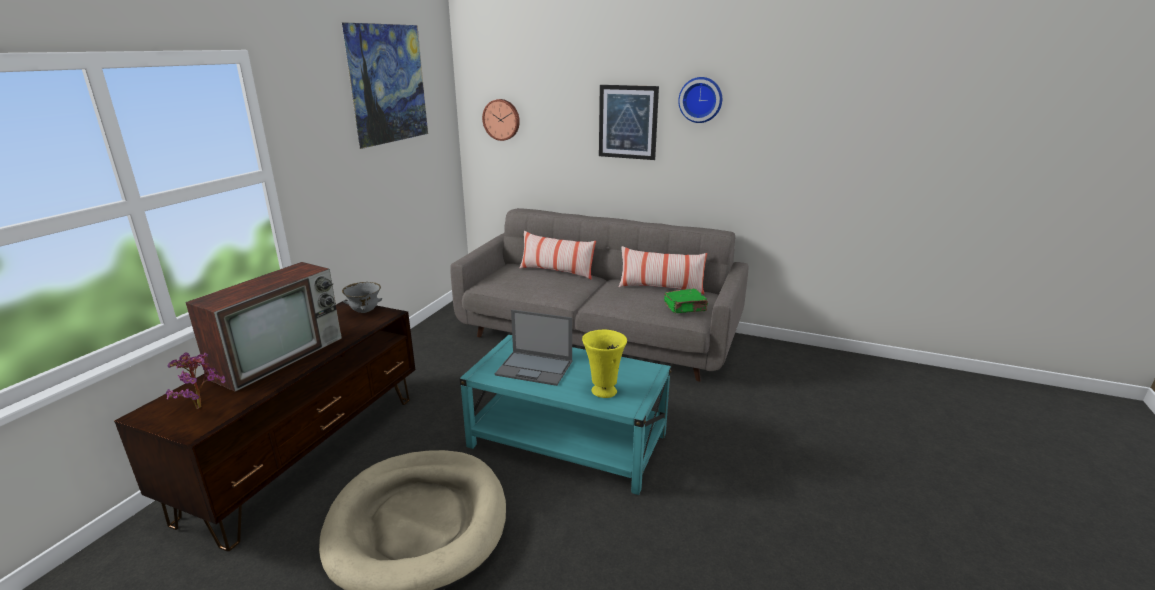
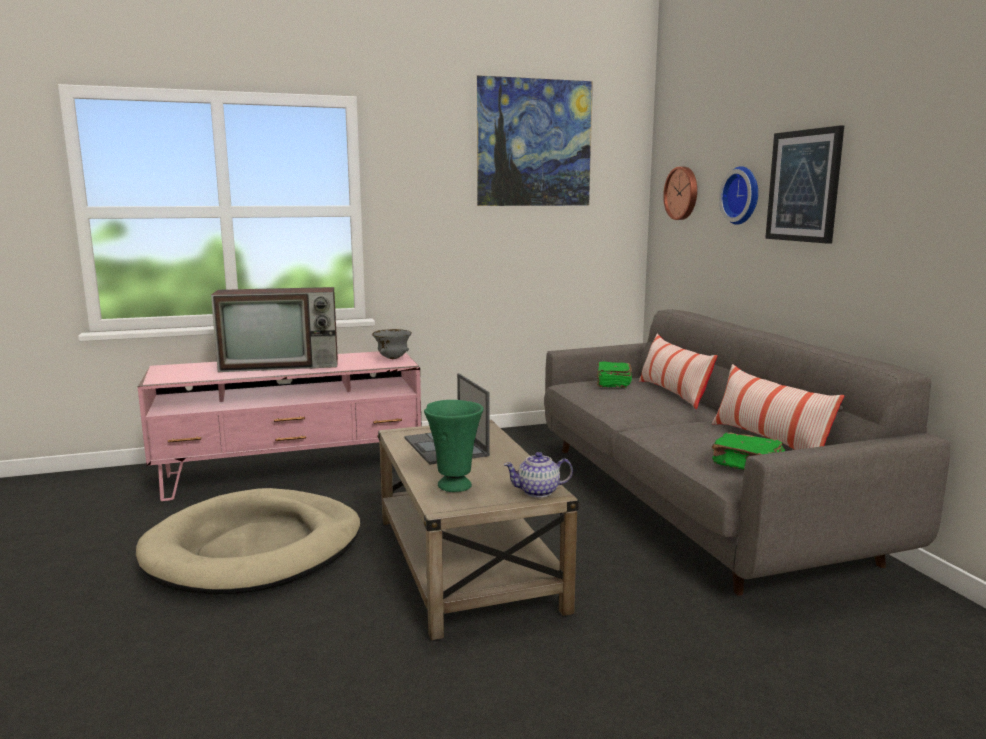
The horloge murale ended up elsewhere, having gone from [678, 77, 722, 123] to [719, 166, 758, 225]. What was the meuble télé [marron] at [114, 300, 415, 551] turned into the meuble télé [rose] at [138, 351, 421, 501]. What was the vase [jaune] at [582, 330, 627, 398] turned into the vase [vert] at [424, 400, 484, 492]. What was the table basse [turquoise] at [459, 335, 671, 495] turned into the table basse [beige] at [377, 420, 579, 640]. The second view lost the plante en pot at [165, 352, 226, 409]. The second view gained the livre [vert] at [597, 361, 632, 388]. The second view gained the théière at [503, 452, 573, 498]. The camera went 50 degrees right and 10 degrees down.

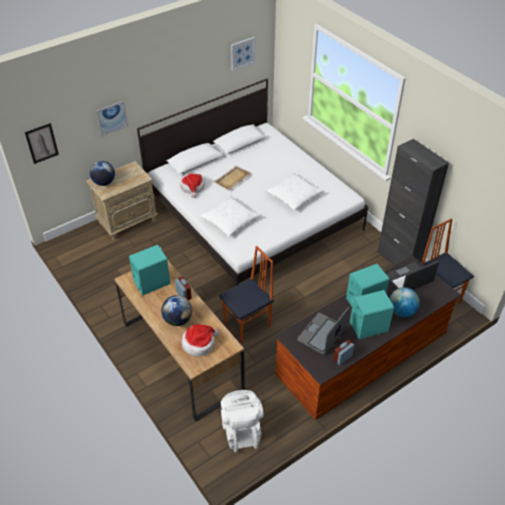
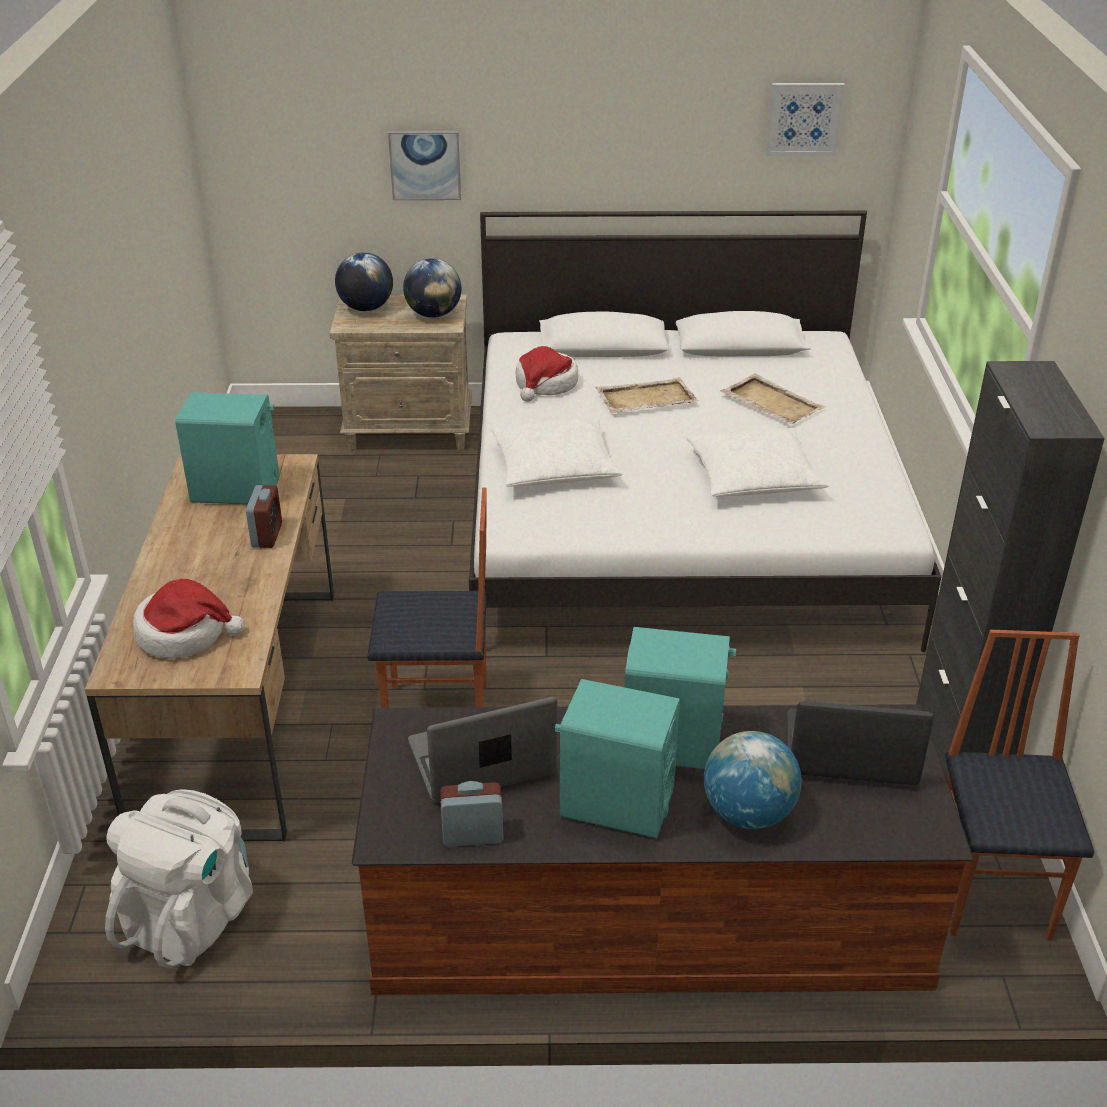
The second view lost the tableau at [25, 123, 59, 164]. The globe ended up elsewhere, having gone from [161, 295, 192, 326] to [403, 258, 461, 318]. The second view gained the plateau [beige] at [720, 374, 826, 424]. The camera went 35 degrees right and 10 degrees down.

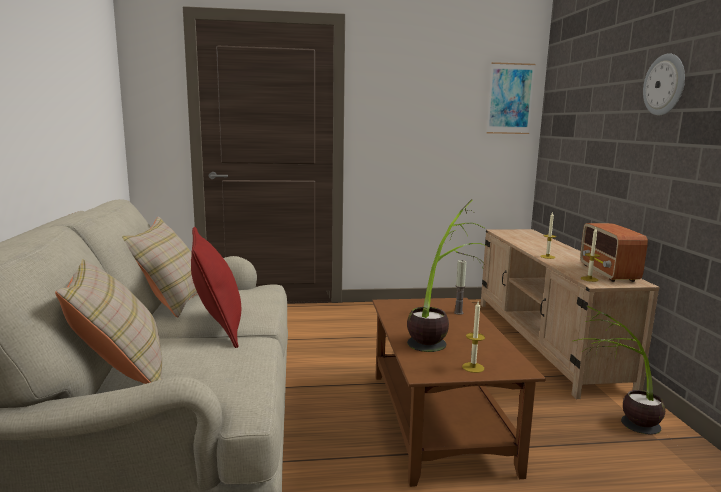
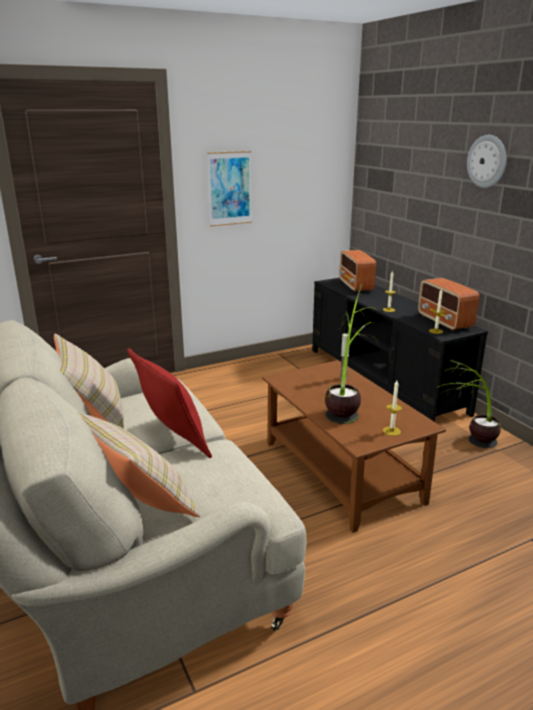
The tableau ended up elsewhere, having gone from [486, 62, 535, 134] to [207, 151, 252, 226]. What was the meuble télé [beige] at [481, 229, 660, 399] turned into the meuble télé [noir] at [312, 278, 488, 422]. The second view gained the radio at [339, 250, 376, 293]. The camera went 20 degrees left and 10 degrees up.

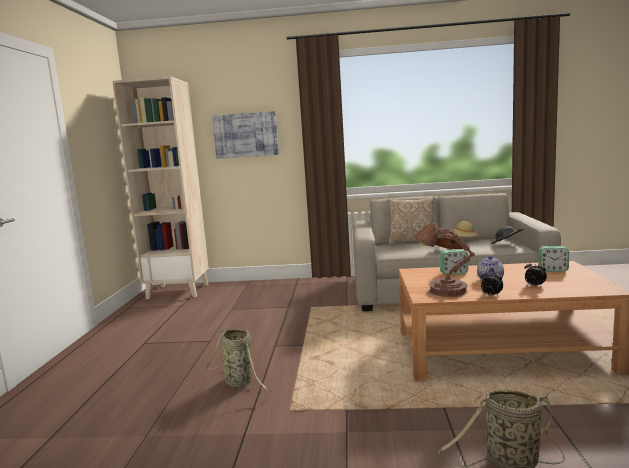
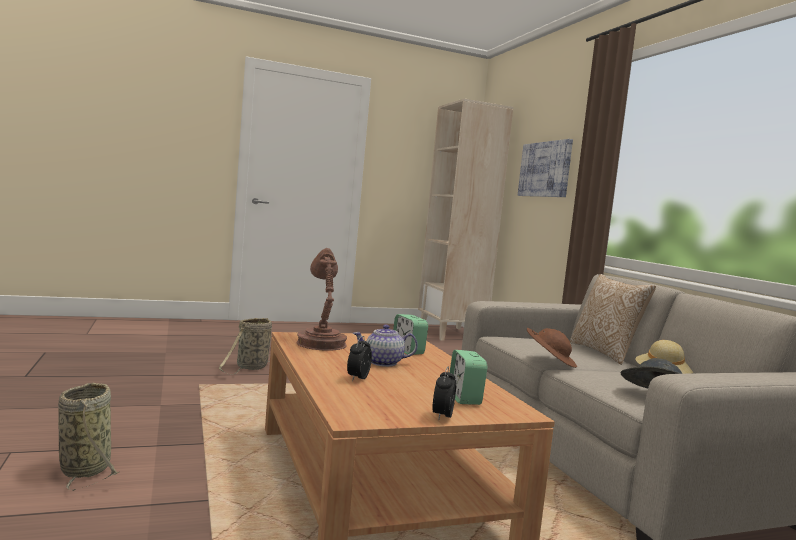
The réveil ended up elsewhere, having gone from [481, 269, 503, 297] to [432, 367, 456, 421]. The camera went 65 degrees right and 5 degrees down.

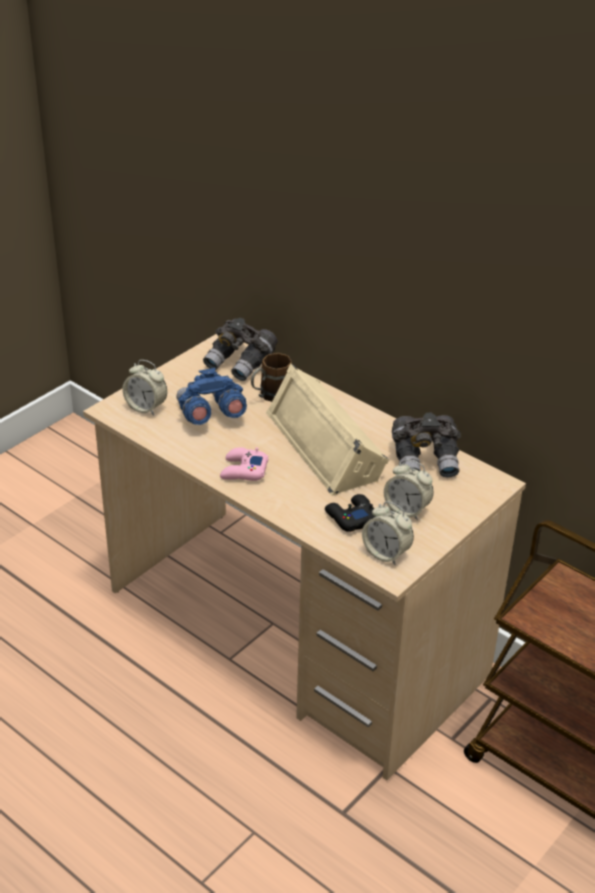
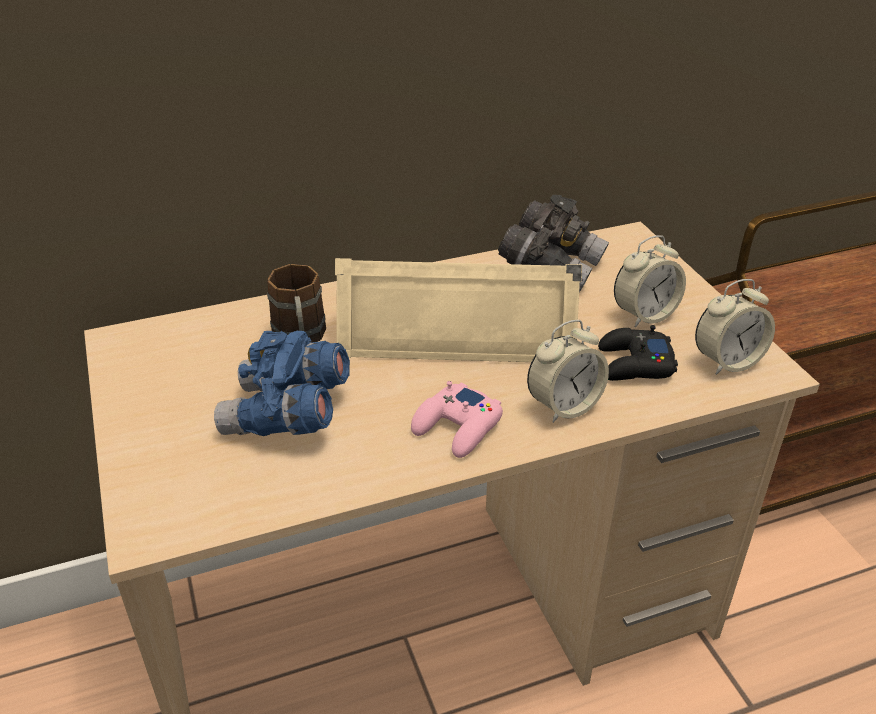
The second view lost the jumelles [gris] at [203, 318, 278, 381]. The réveil ended up elsewhere, having gone from [122, 360, 167, 416] to [527, 320, 609, 423]. The camera went 60 degrees left and 0 degrees up.

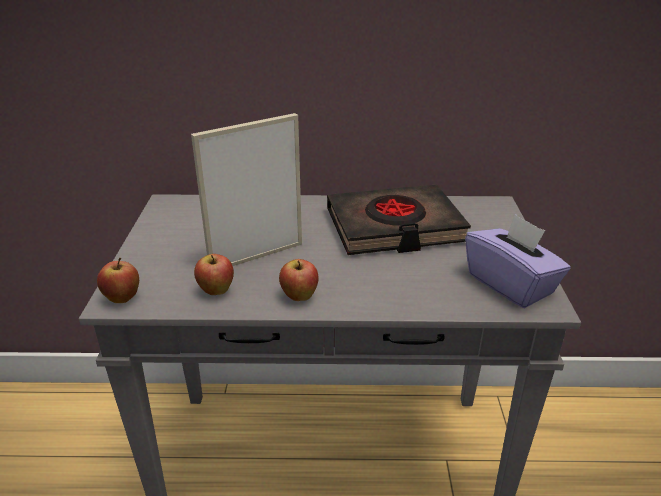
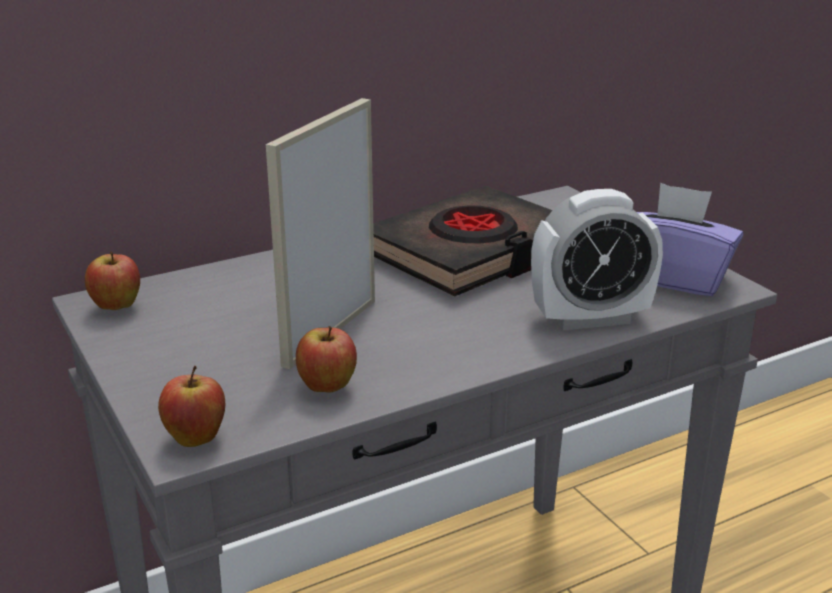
The pomme ended up elsewhere, having gone from [279, 259, 318, 301] to [85, 251, 140, 310]. The second view gained the réveil at [531, 189, 663, 330]. The camera went 30 degrees left and 5 degrees down.

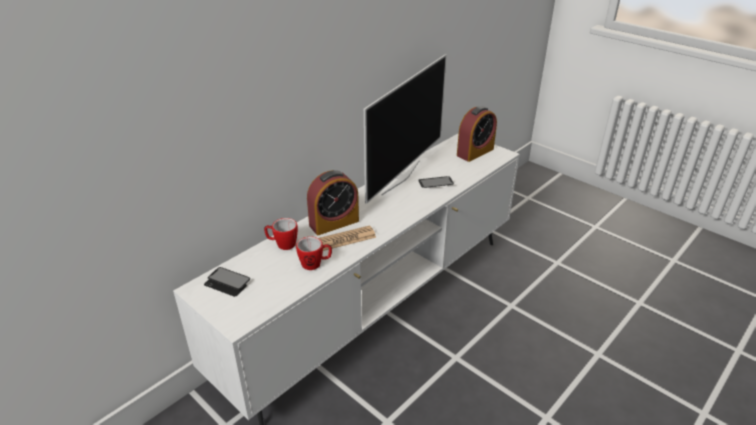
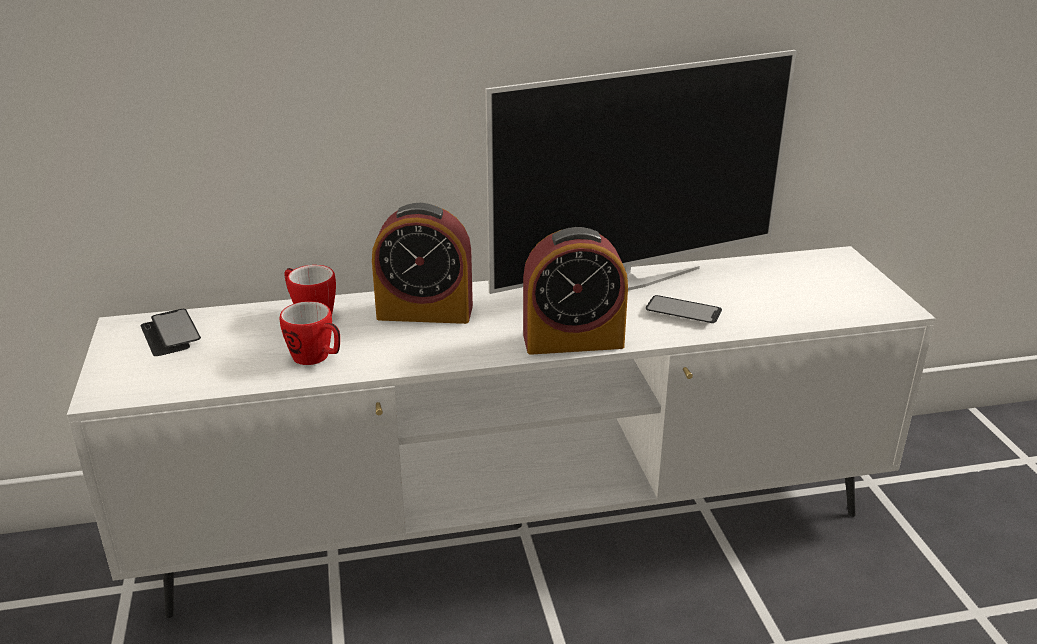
The réveil ended up elsewhere, having gone from [457, 106, 497, 162] to [523, 227, 628, 355]. The second view lost the journal at [319, 225, 376, 251]. The camera went 35 degrees right and 5 degrees down.

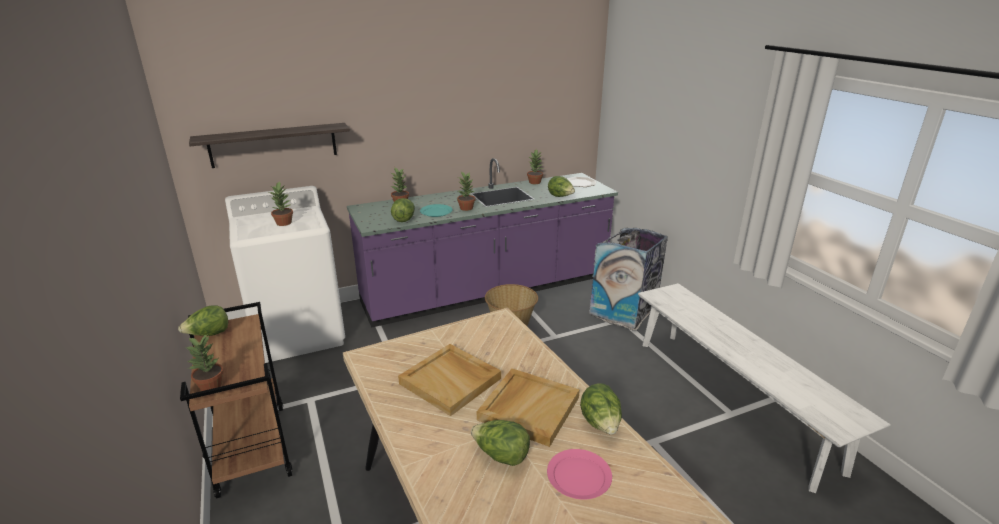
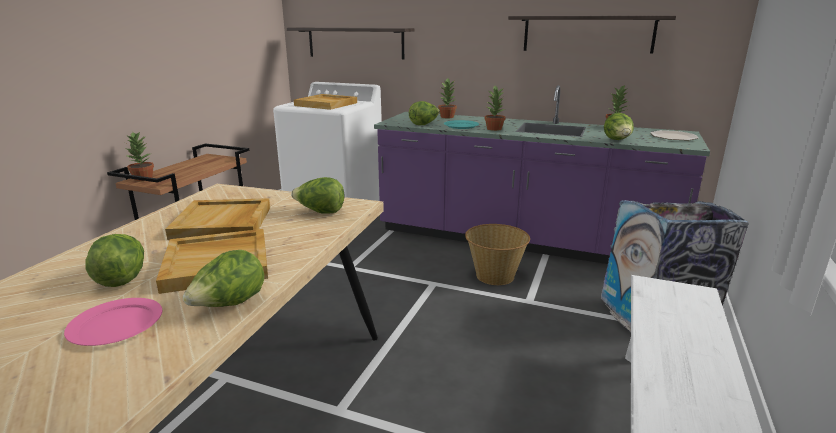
Where the plante en pot stood at [269, 181, 293, 226], the plateau [beige] came to stand at [294, 94, 357, 110]. The laitue ended up elsewhere, having gone from [178, 305, 228, 336] to [291, 177, 344, 214]. The second view gained the étagère at [508, 16, 676, 54]. The camera went 45 degrees right and 5 degrees down.

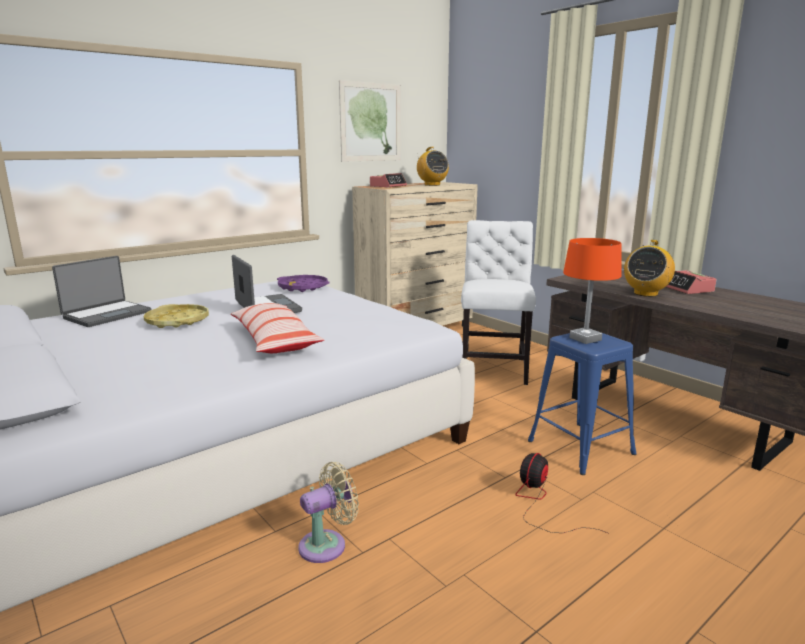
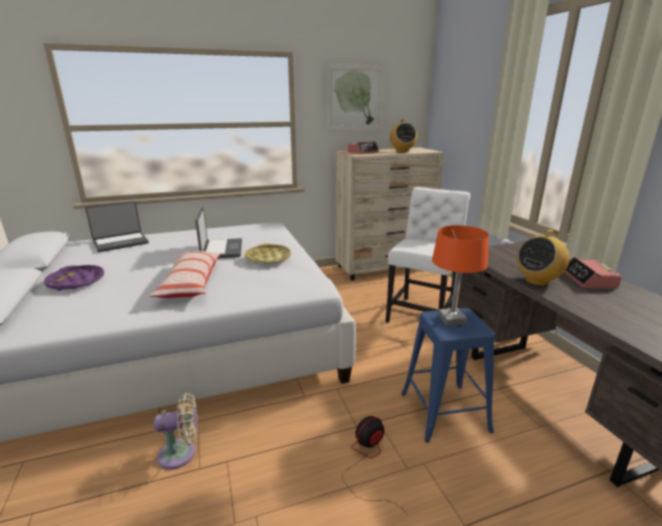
The plateau [violet] ended up elsewhere, having gone from [277, 275, 329, 292] to [44, 265, 104, 291]. The plateau [jaune] ended up elsewhere, having gone from [144, 304, 209, 328] to [245, 243, 291, 265]. The camera went 20 degrees right and 5 degrees up.

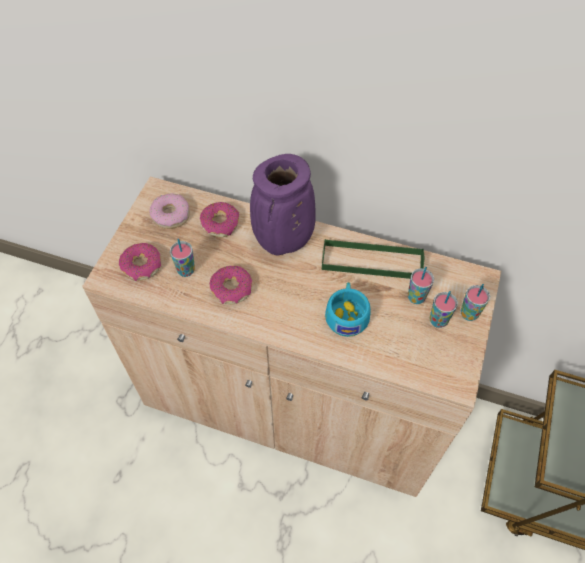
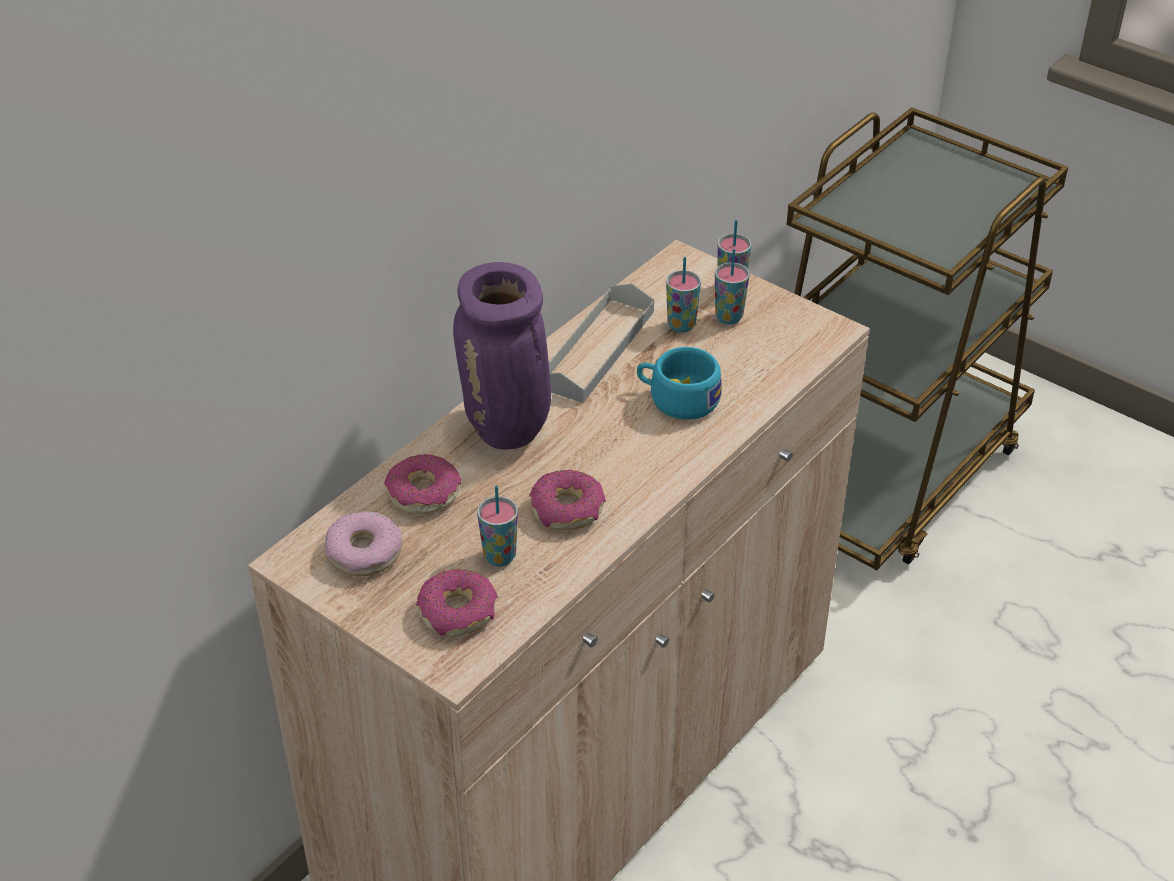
What was the plateau [vert] at [322, 239, 425, 279] turned into the plateau [gris] at [549, 283, 654, 403]. The camera went 70 degrees left and 15 degrees down.

